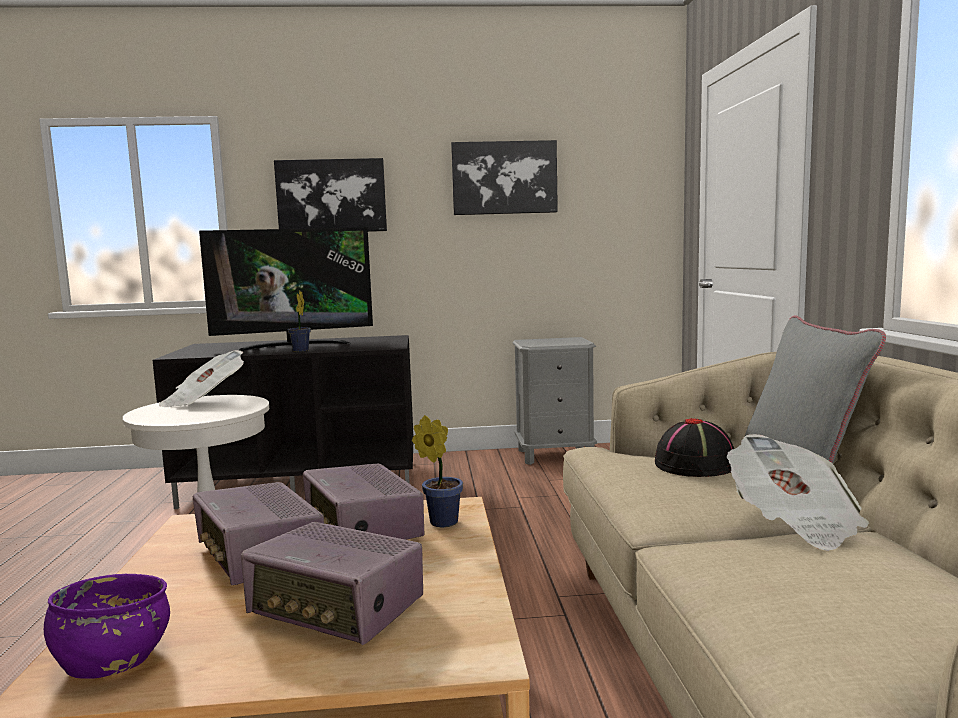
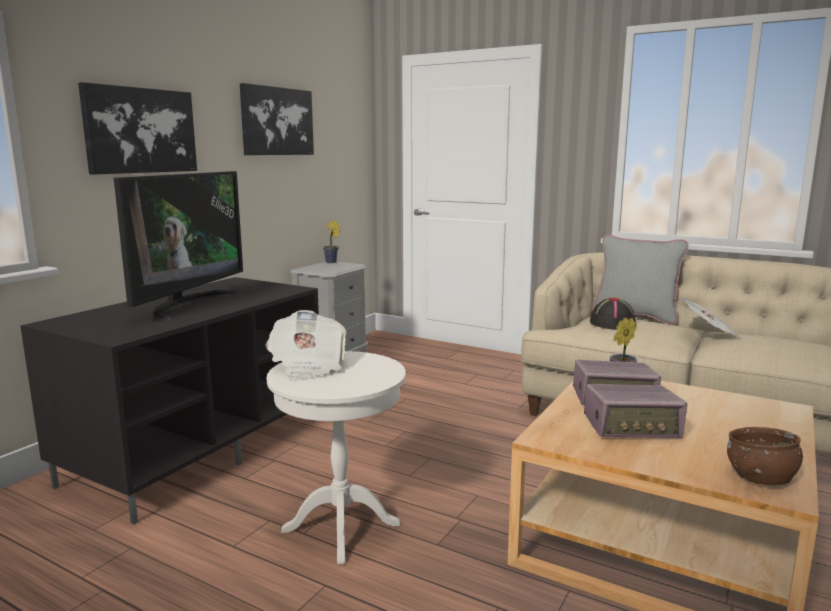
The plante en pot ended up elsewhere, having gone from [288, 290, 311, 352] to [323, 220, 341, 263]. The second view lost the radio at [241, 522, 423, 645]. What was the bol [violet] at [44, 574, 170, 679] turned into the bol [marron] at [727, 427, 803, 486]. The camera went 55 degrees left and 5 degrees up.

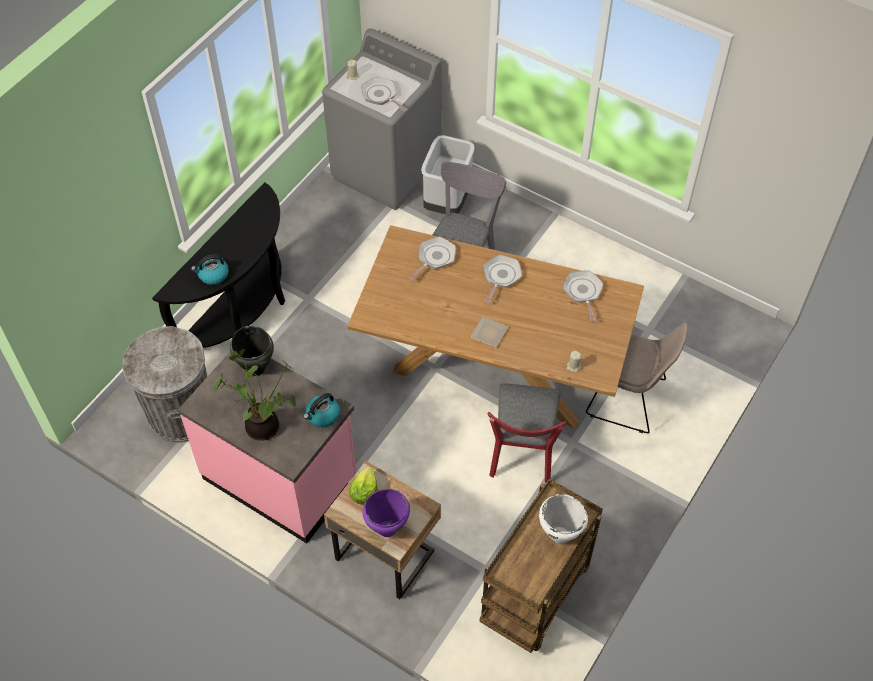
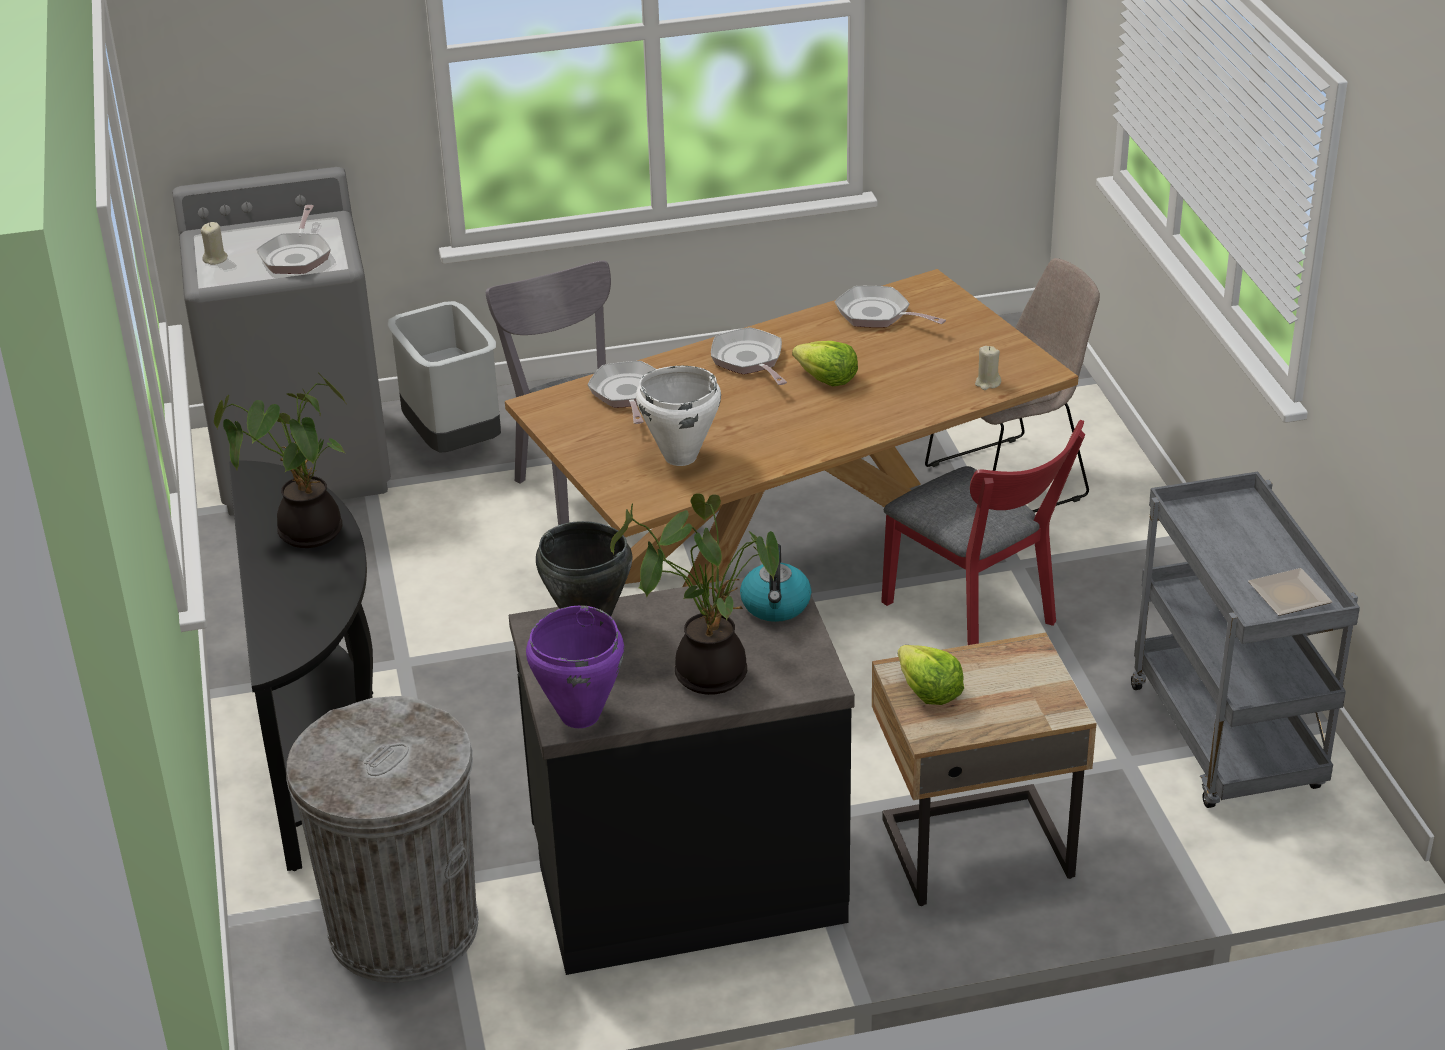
The poêle at [361, 77, 408, 112] ended up facing another way, 90 degrees counterclockwise from before. The second view lost the bouilloire at [191, 255, 229, 285]. The assiette ended up elsewhere, having gone from [471, 316, 508, 347] to [1248, 568, 1333, 616]. What was the comptoir de cuisine [rose] at [178, 352, 356, 543] turned into the comptoir de cuisine [noir] at [509, 569, 855, 975]. What was the chariot [marron] at [480, 479, 603, 653] turned into the chariot [gris] at [1131, 472, 1360, 808]. The marmite [violet] ended up elsewhere, having gone from [362, 489, 410, 537] to [526, 605, 624, 728]. The marmite [blanc] ended up elsewhere, having gone from [539, 494, 588, 544] to [636, 366, 721, 466]. The second view gained the laitue at [792, 341, 858, 386]. The second view gained the plante en pot at [214, 373, 345, 548]. The camera went 45 degrees left and 20 degrees down.

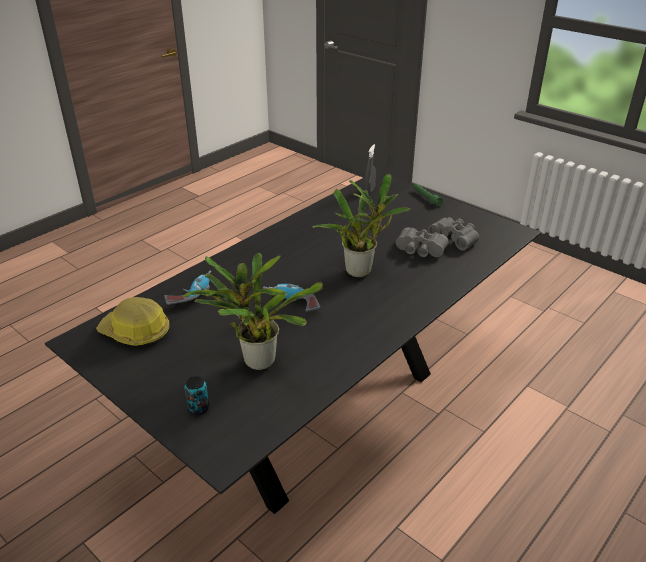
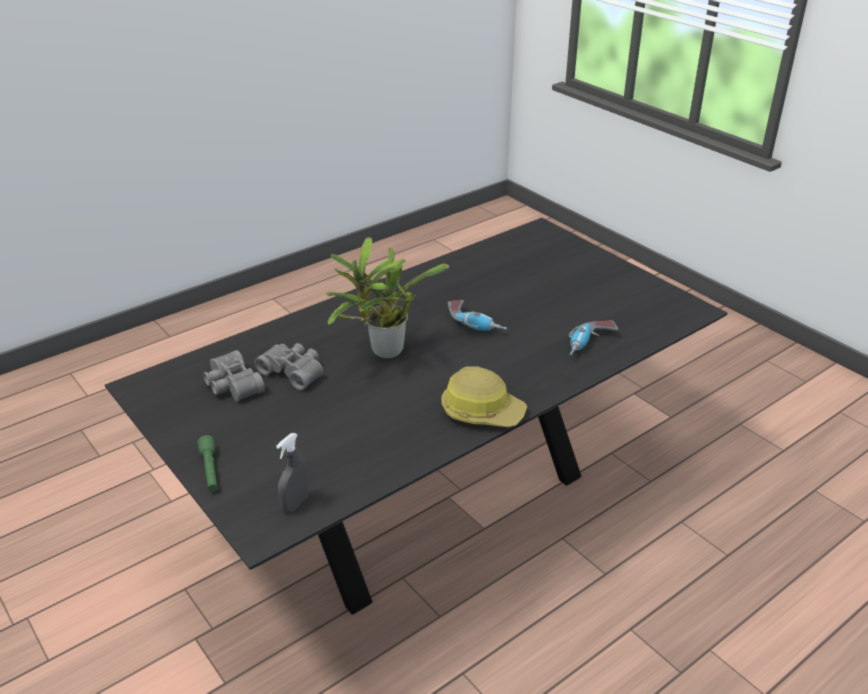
The second view lost the plante en pot at [184, 252, 323, 370]. The casque de chantier ended up elsewhere, having gone from [96, 297, 170, 346] to [441, 366, 527, 427]. The second view lost the boîte métallique at [184, 376, 209, 415]. The camera went 170 degrees left and 0 degrees up.

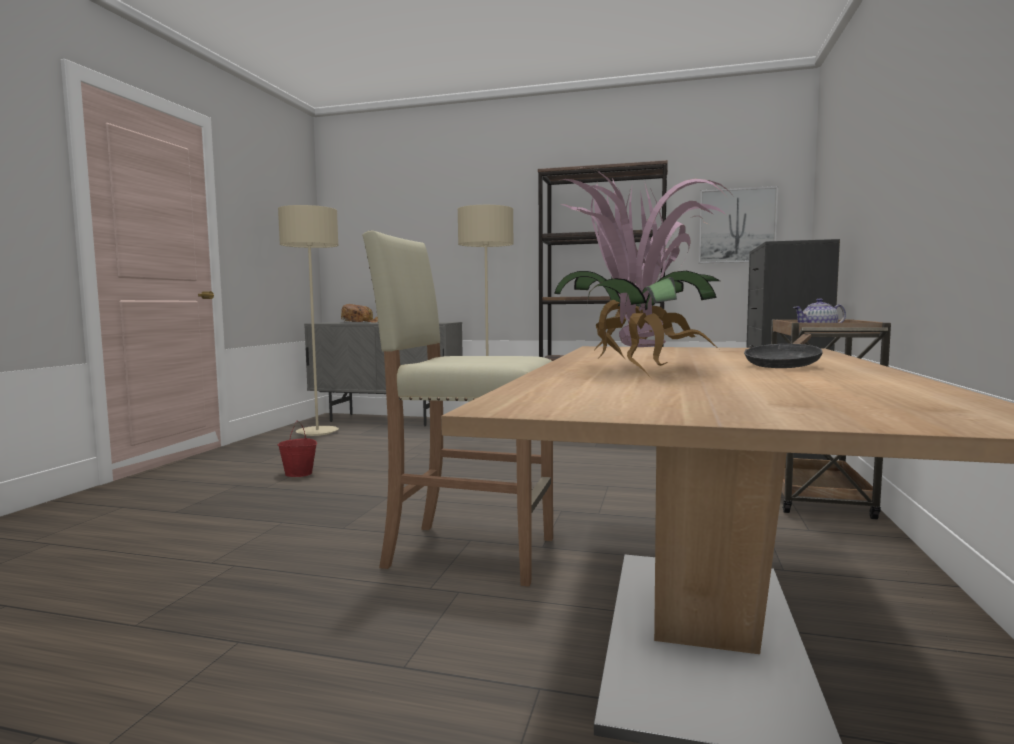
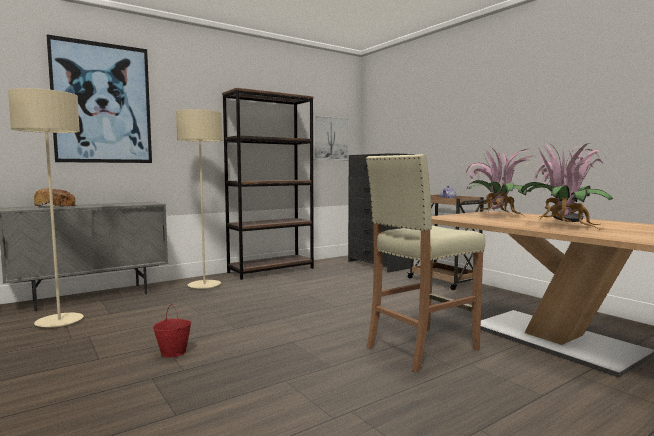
The second view gained the tableau at [47, 34, 152, 163]. The second view gained the plante en pot at [466, 147, 533, 216]. The camera went 50 degrees left and 0 degrees up.

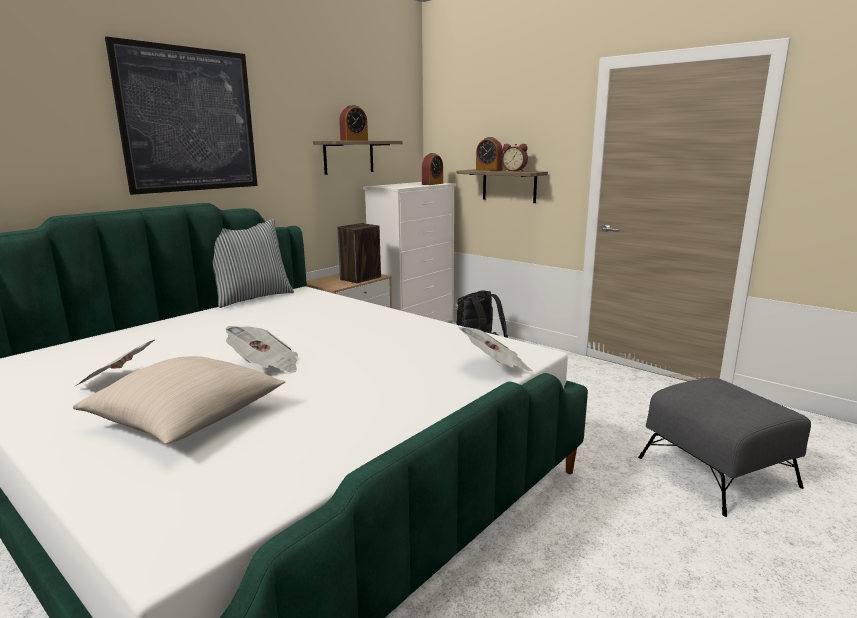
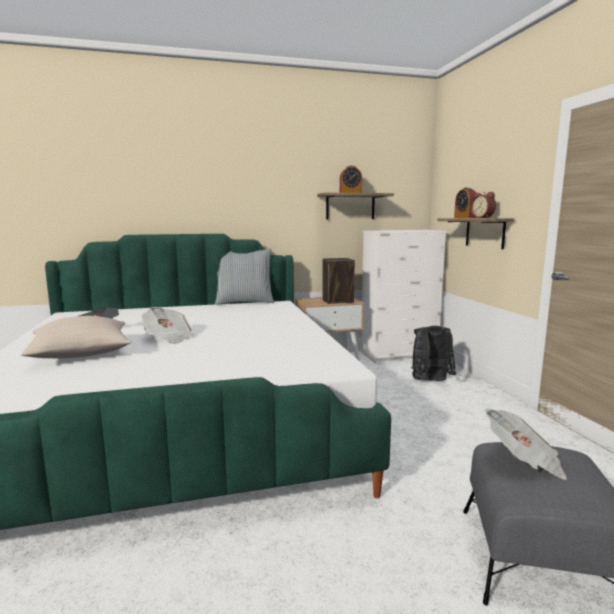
The second view lost the tableau at [105, 36, 258, 195]. The second view lost the réveil at [422, 153, 443, 185]. The journal ended up elsewhere, having gone from [458, 327, 533, 371] to [485, 408, 567, 480]. The camera went 35 degrees right and 5 degrees down.

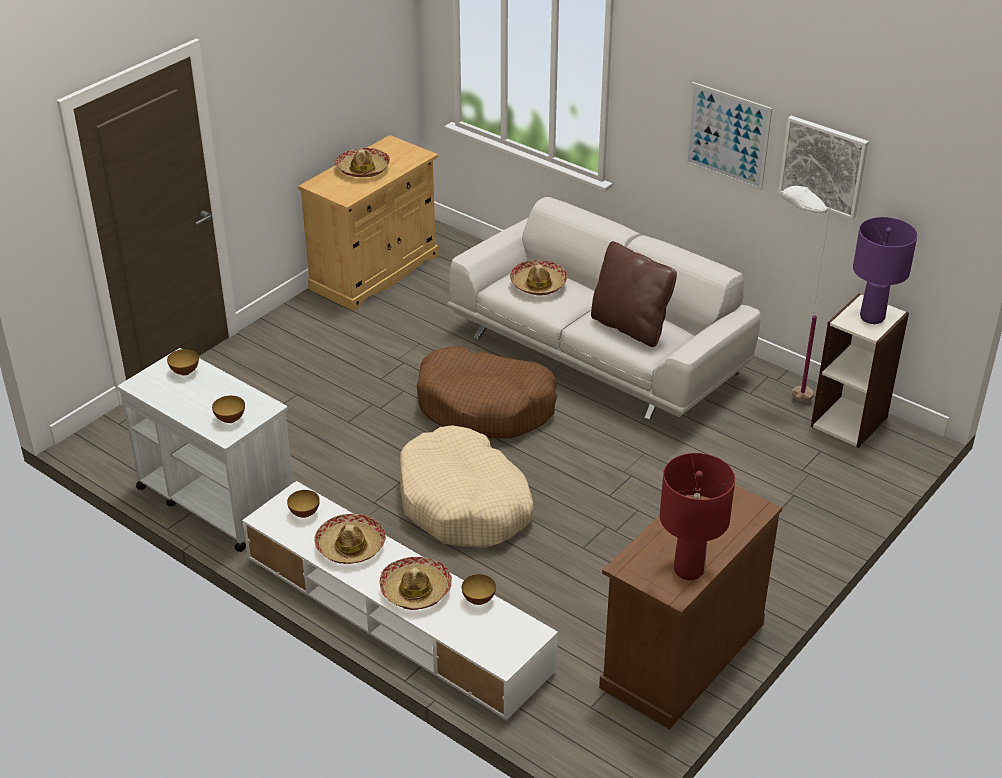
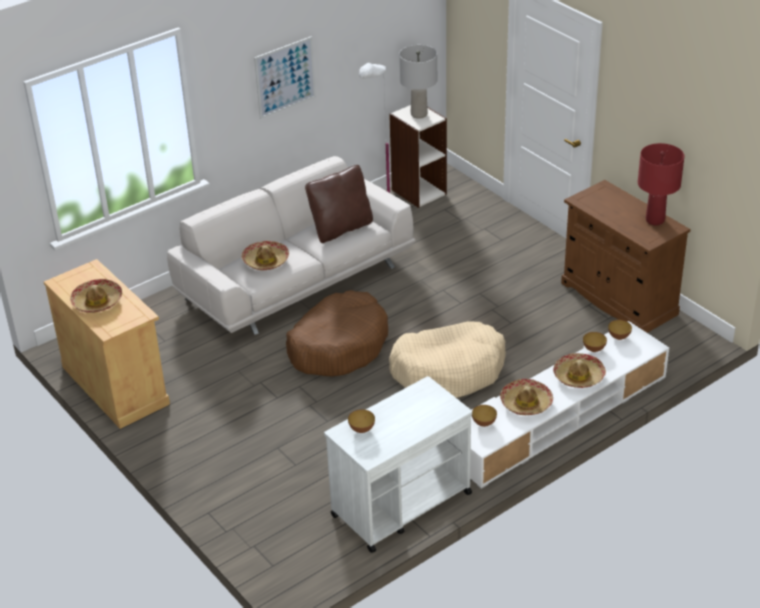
The second view lost the tableau at [778, 116, 869, 220]. What was the lampe de table [violet] at [853, 217, 917, 324] turned into the lampe de table [gris] at [399, 45, 437, 119]. The bol ended up elsewhere, having gone from [212, 396, 245, 423] to [608, 320, 632, 340]. The camera went 75 degrees left and 0 degrees up.

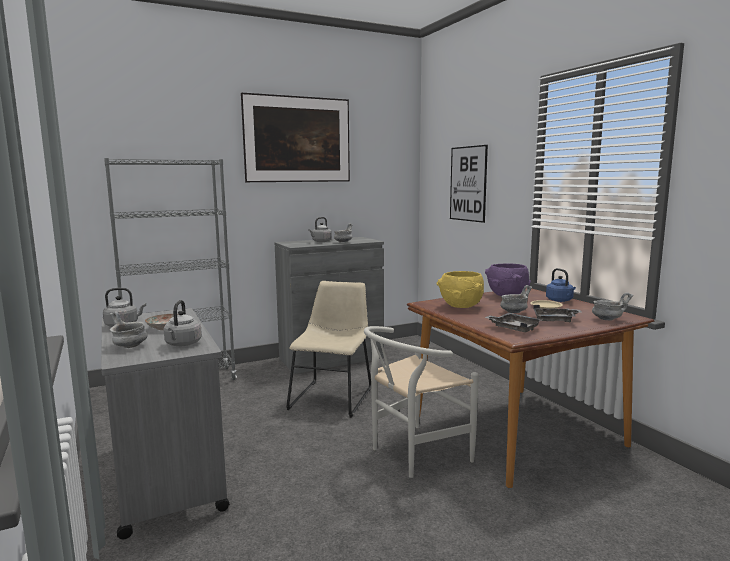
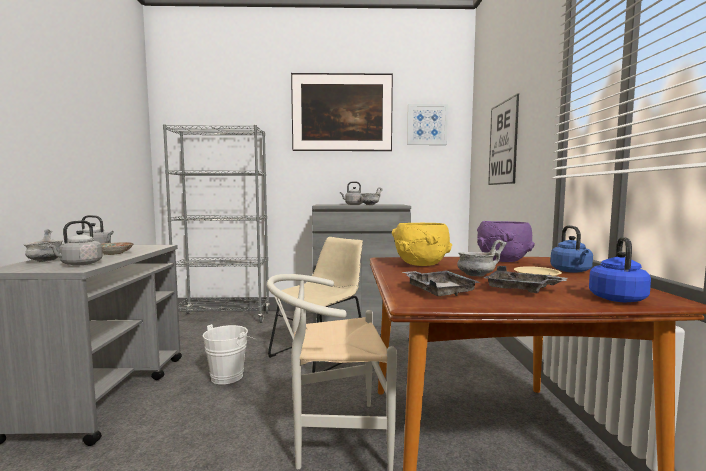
Where the bol [gris] stood at [592, 293, 634, 320], the bouilloire [bleu] came to stand at [589, 237, 651, 302]. The second view gained the tableau at [407, 104, 448, 145]. The second view gained the seau [blanc] at [203, 324, 255, 384]. The camera went 25 degrees right and 5 degrees down.

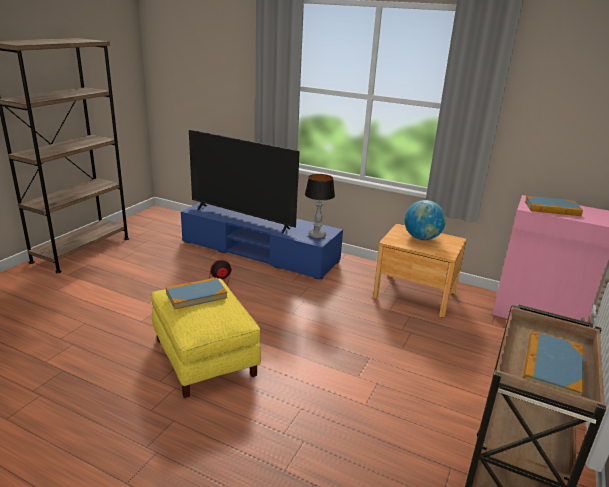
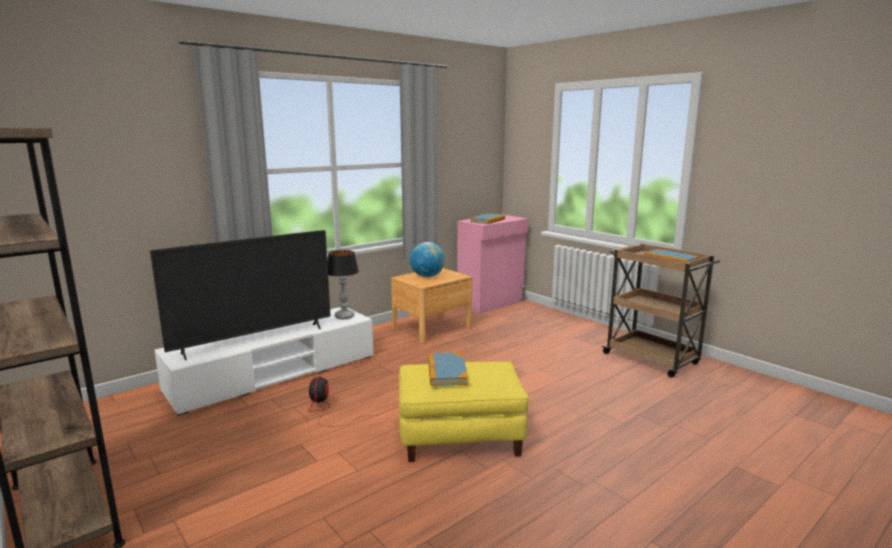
What was the meuble télé [bleu] at [181, 202, 343, 280] turned into the meuble télé [blanc] at [154, 307, 374, 416]. The camera went 65 degrees left and 10 degrees down.

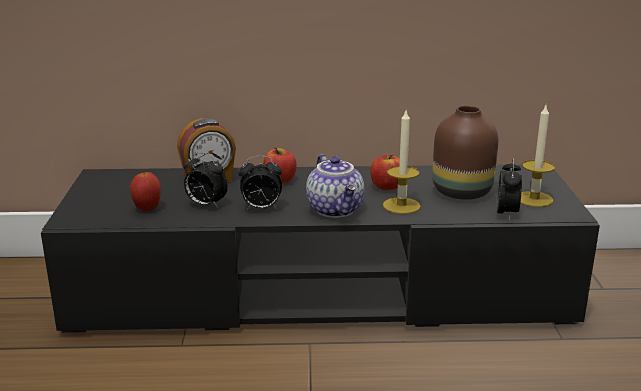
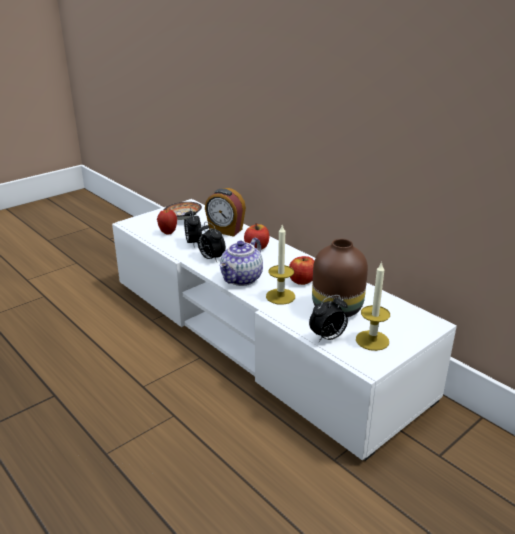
What was the meuble télé [noir] at [41, 165, 600, 333] turned into the meuble télé [blanc] at [112, 199, 457, 461]. The second view gained the bol at [164, 202, 202, 220]. The camera went 50 degrees right and 5 degrees up.

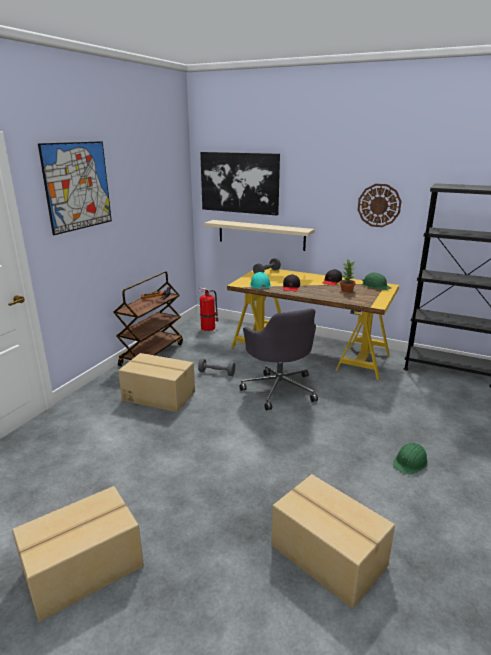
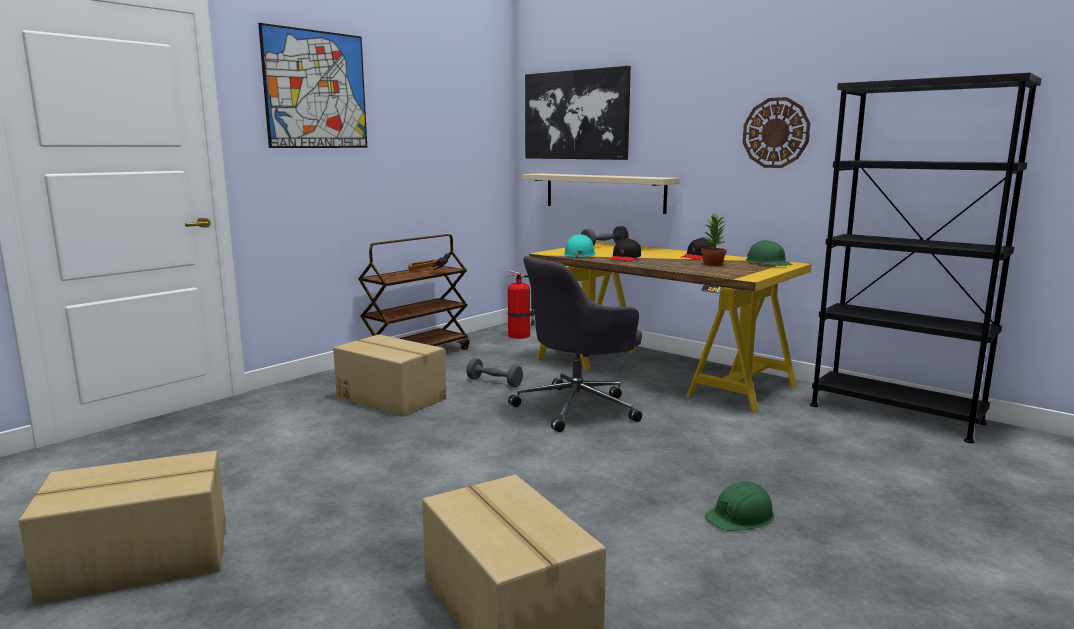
The chaise de bureau [gris] at [240, 308, 318, 410] ended up facing another way, 60 degrees clockwise from before. The camera went 15 degrees right and 10 degrees down.

